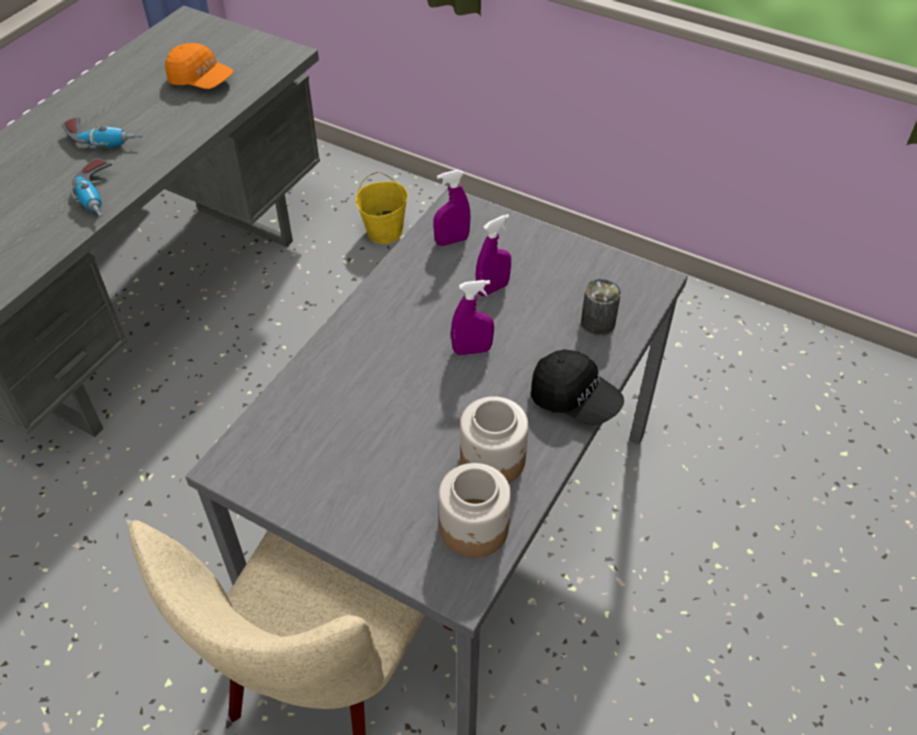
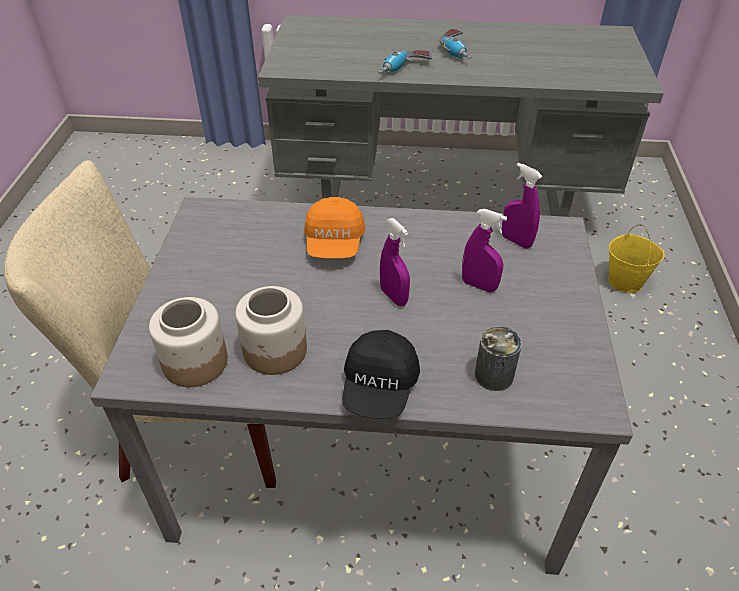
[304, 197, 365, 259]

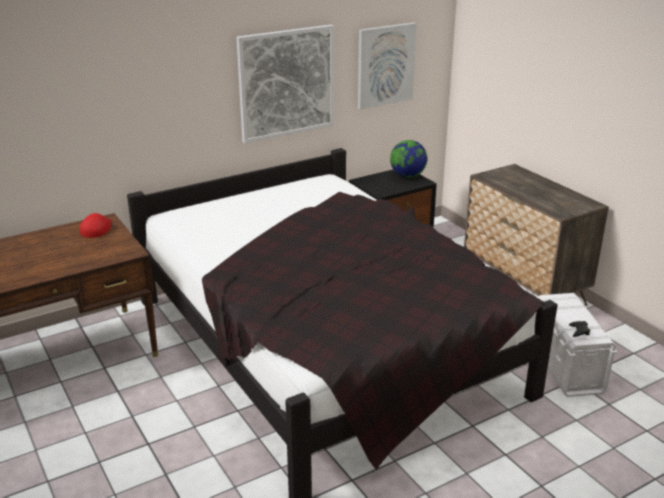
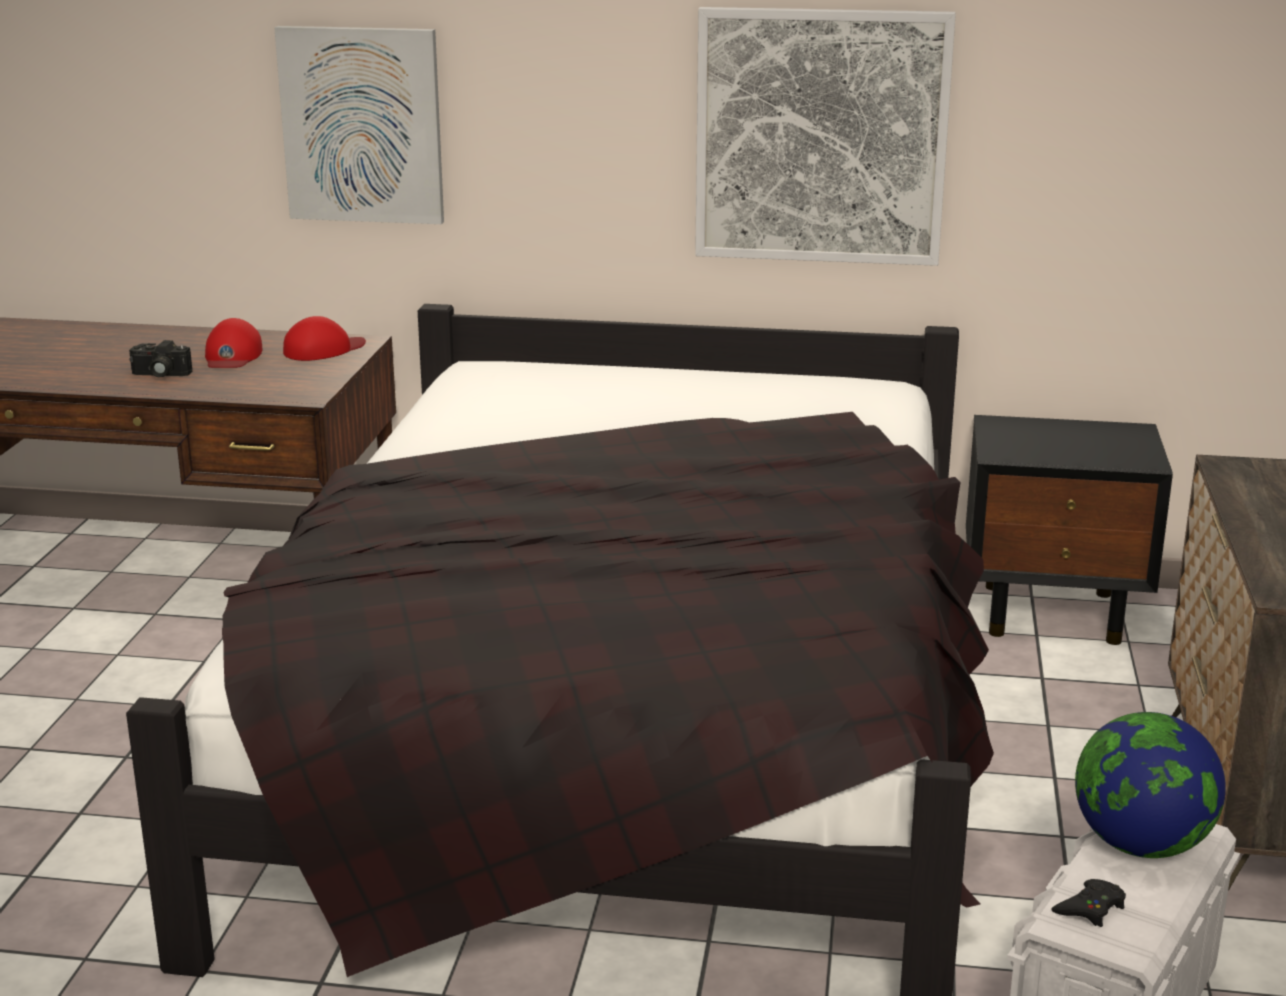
[274, 26, 444, 224]
[1075, 712, 1226, 858]
[129, 340, 192, 377]
[205, 318, 263, 368]

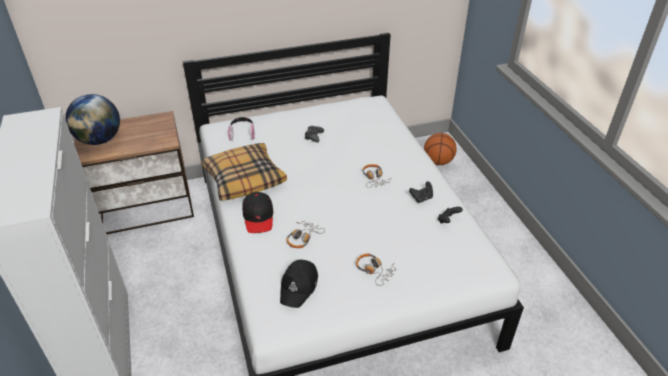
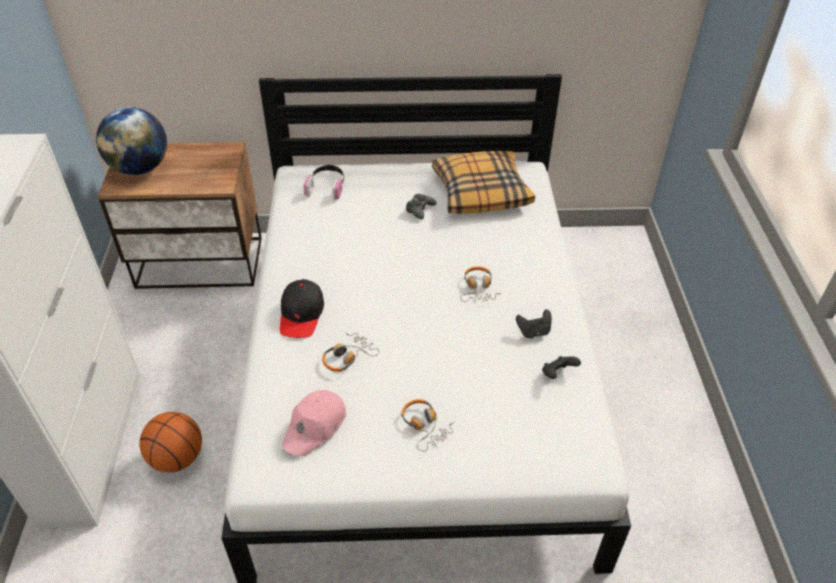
[432, 151, 535, 214]
[282, 390, 346, 456]
[140, 412, 202, 472]

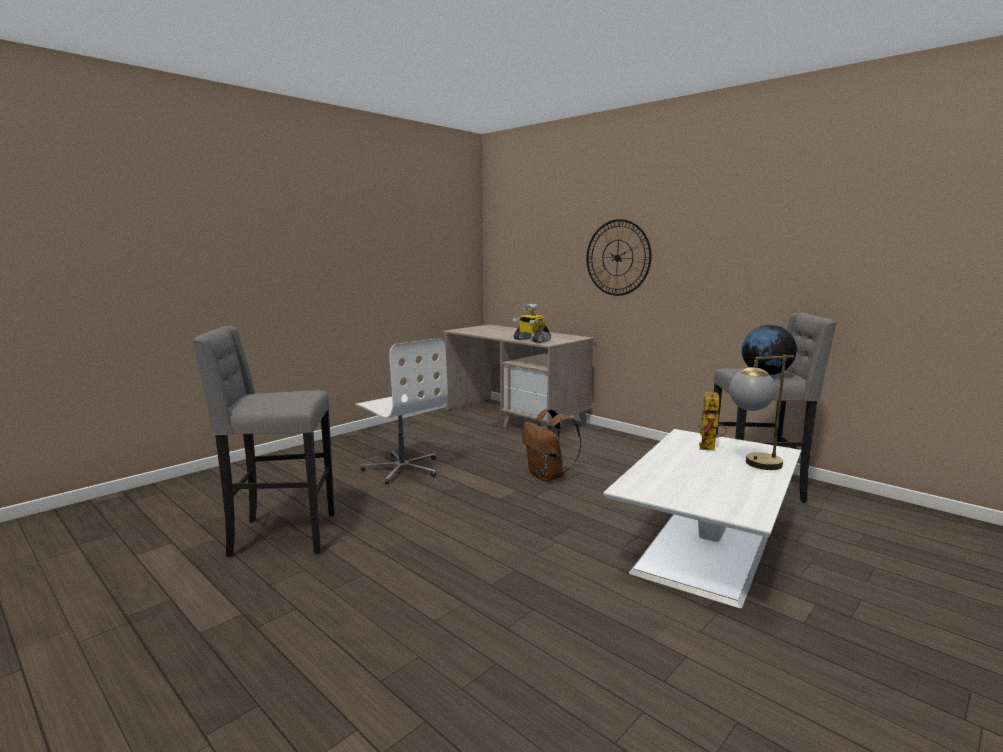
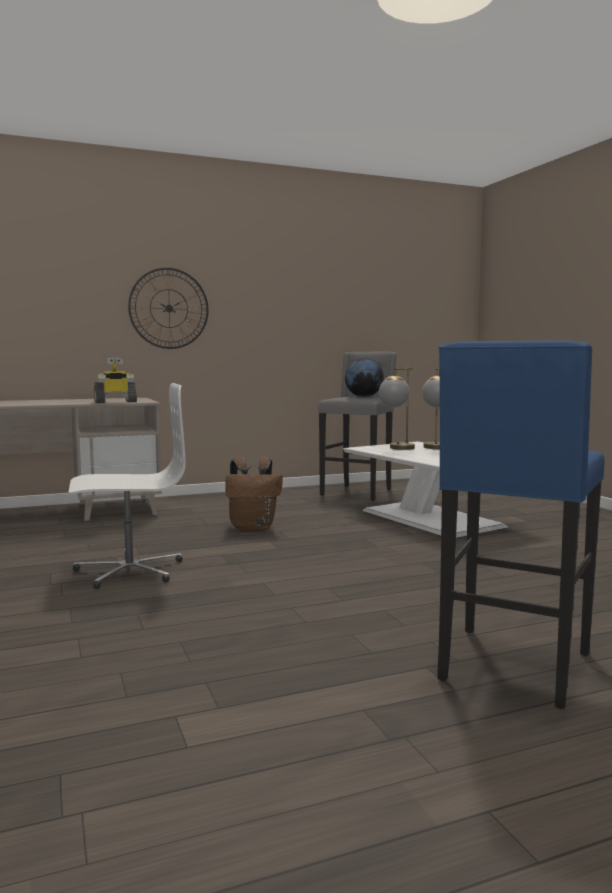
[192, 326, 335, 557] (first image)
[379, 367, 415, 450]
[438, 340, 604, 709]

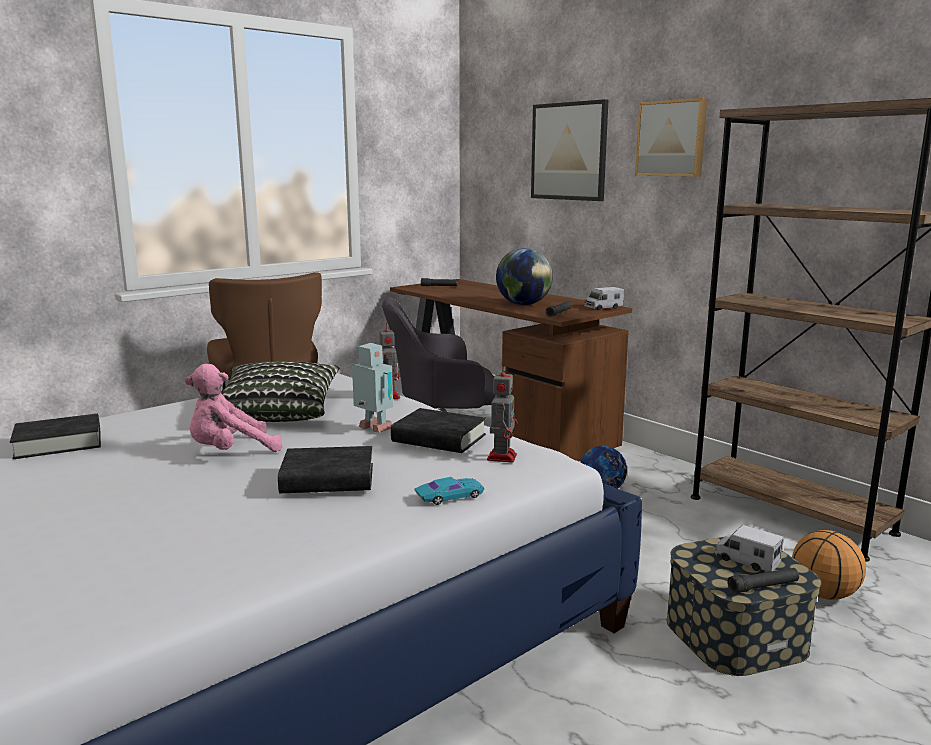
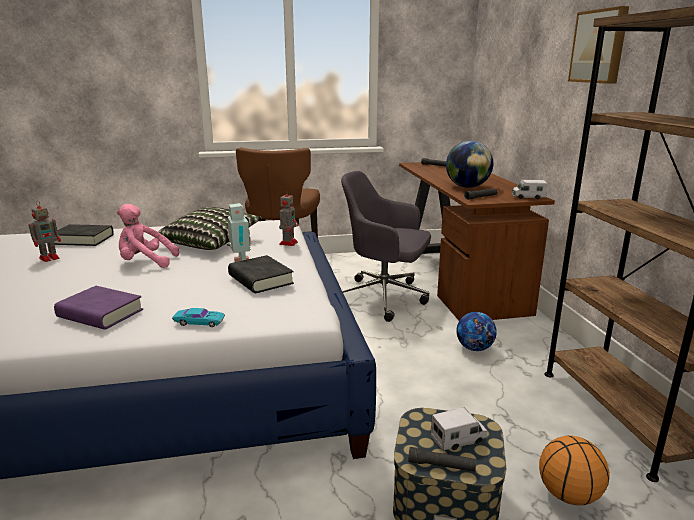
[278, 446, 373, 493] (first image)
[28, 201, 61, 262]
[531, 99, 608, 201] (first image)
[430, 407, 488, 452]
[54, 286, 143, 330]

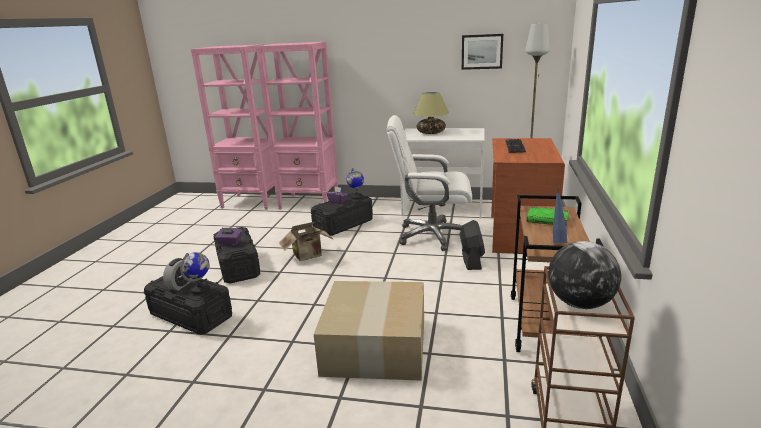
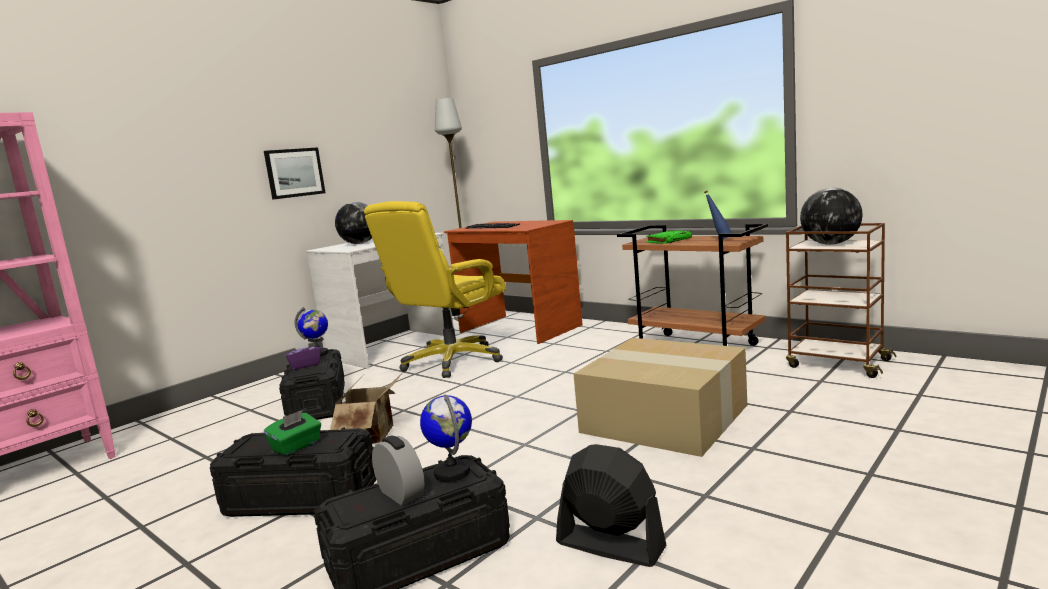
[264, 410, 321, 456]
[256, 42, 338, 209] (first image)
[364, 201, 506, 378]
[335, 202, 372, 244]
[556, 444, 666, 567]
[264, 147, 325, 200]

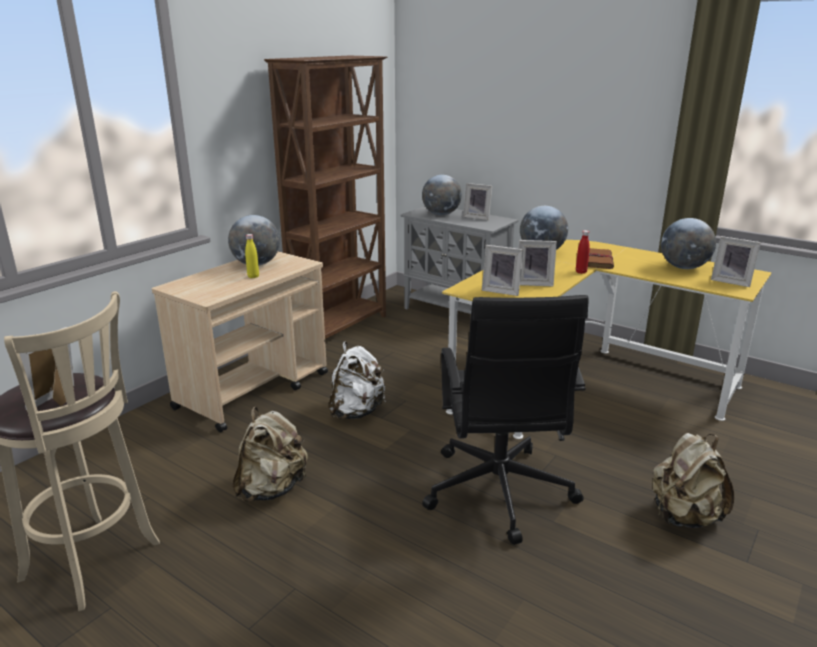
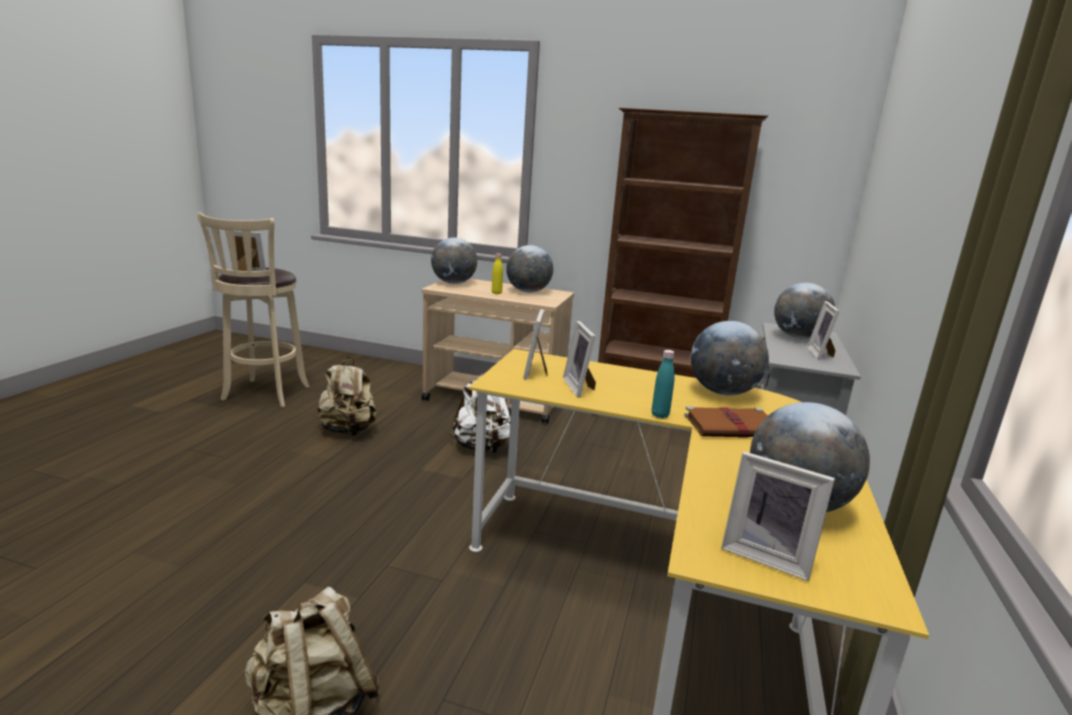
[422, 295, 589, 545] (first image)
[652, 350, 675, 418]
[721, 451, 835, 581]
[431, 237, 477, 284]

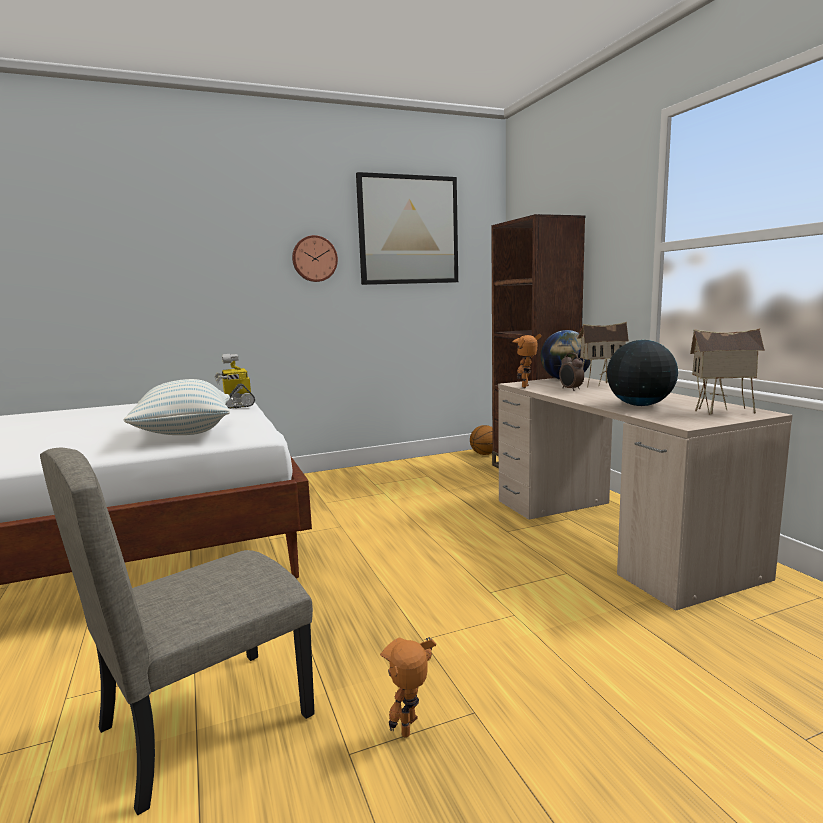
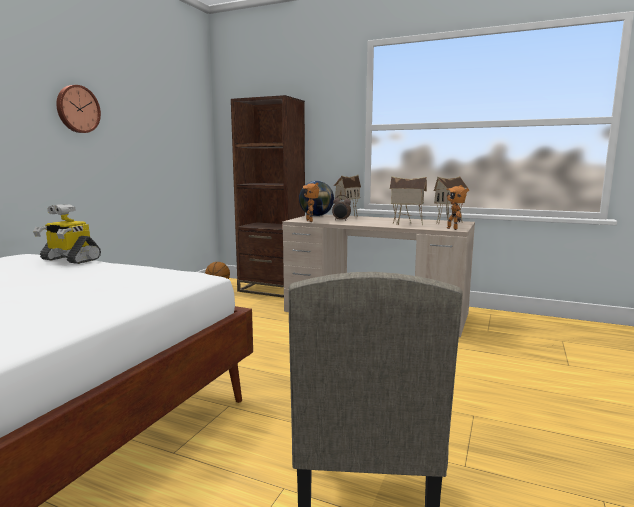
[123, 379, 230, 435] (first image)
[356, 172, 458, 285] (first image)
[446, 185, 469, 230]
[390, 176, 427, 226]

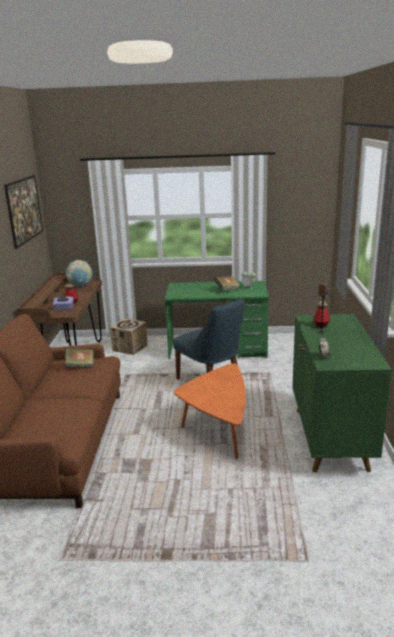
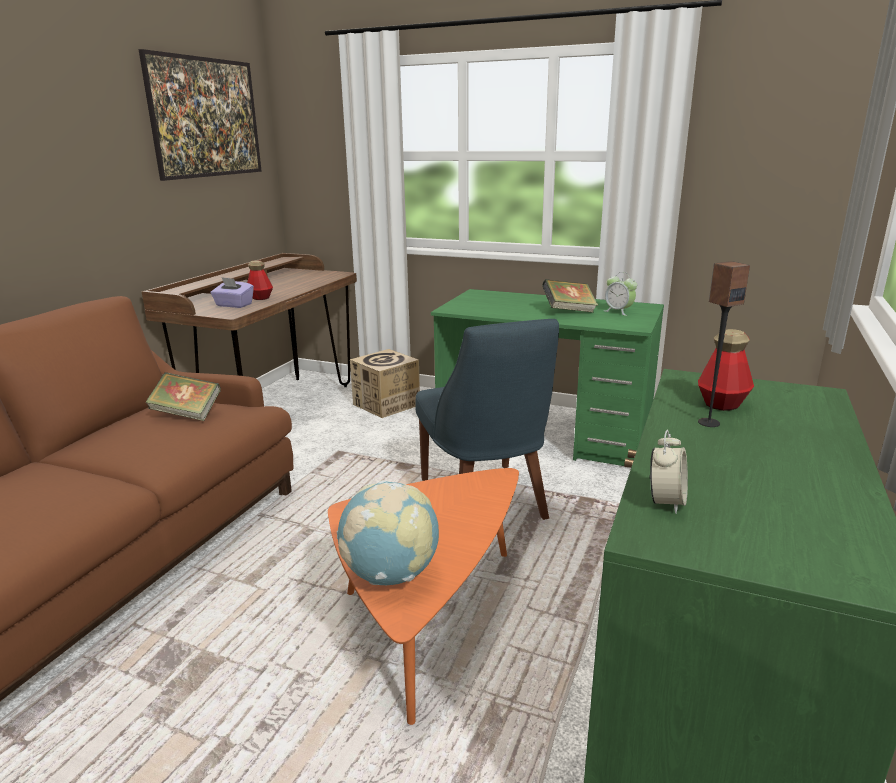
[337, 480, 439, 585]

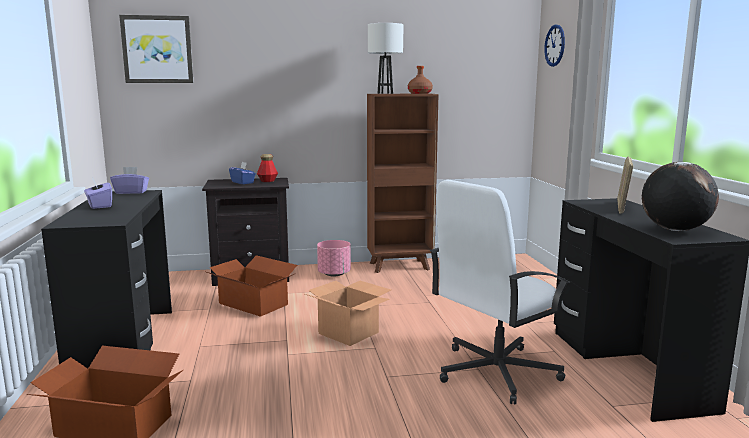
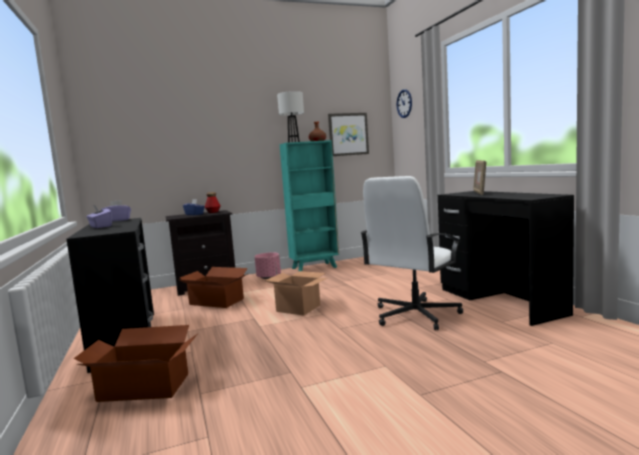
[328, 113, 369, 156]
[280, 140, 339, 272]
[641, 162, 719, 231] (first image)

